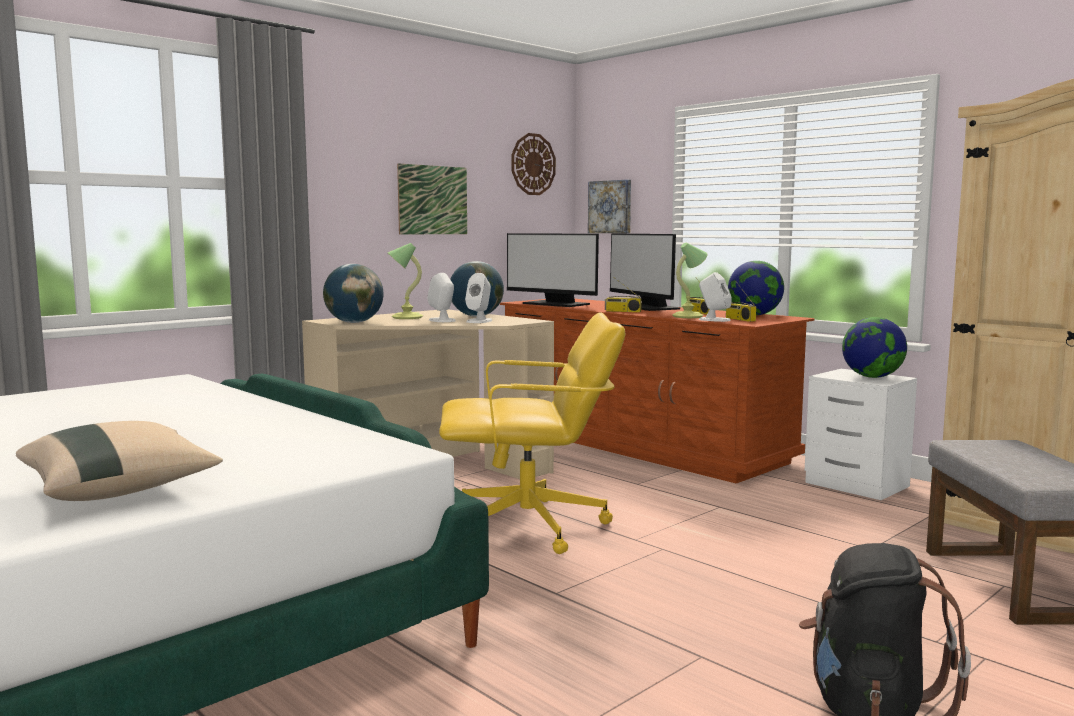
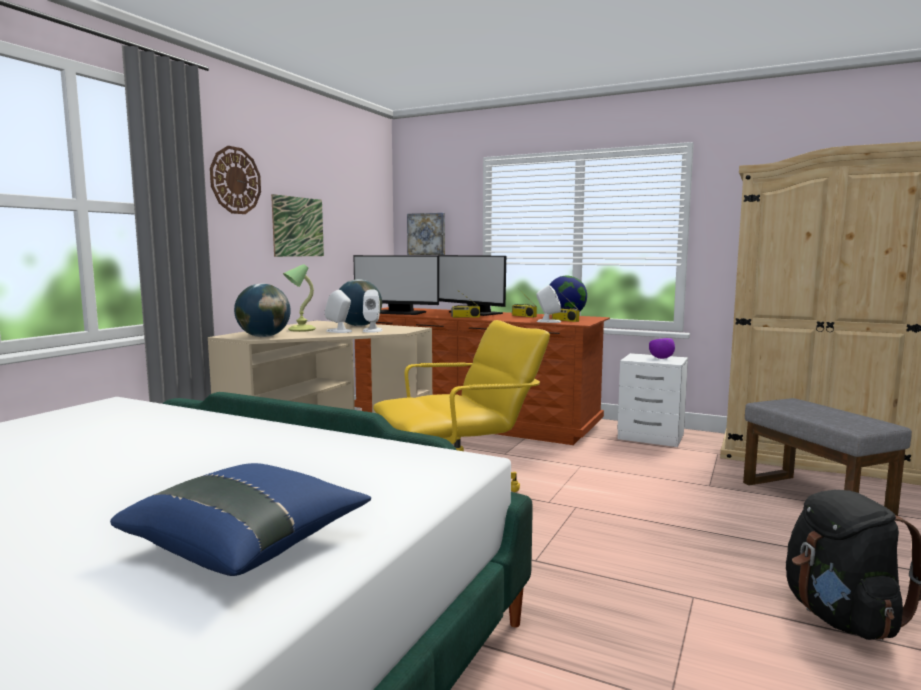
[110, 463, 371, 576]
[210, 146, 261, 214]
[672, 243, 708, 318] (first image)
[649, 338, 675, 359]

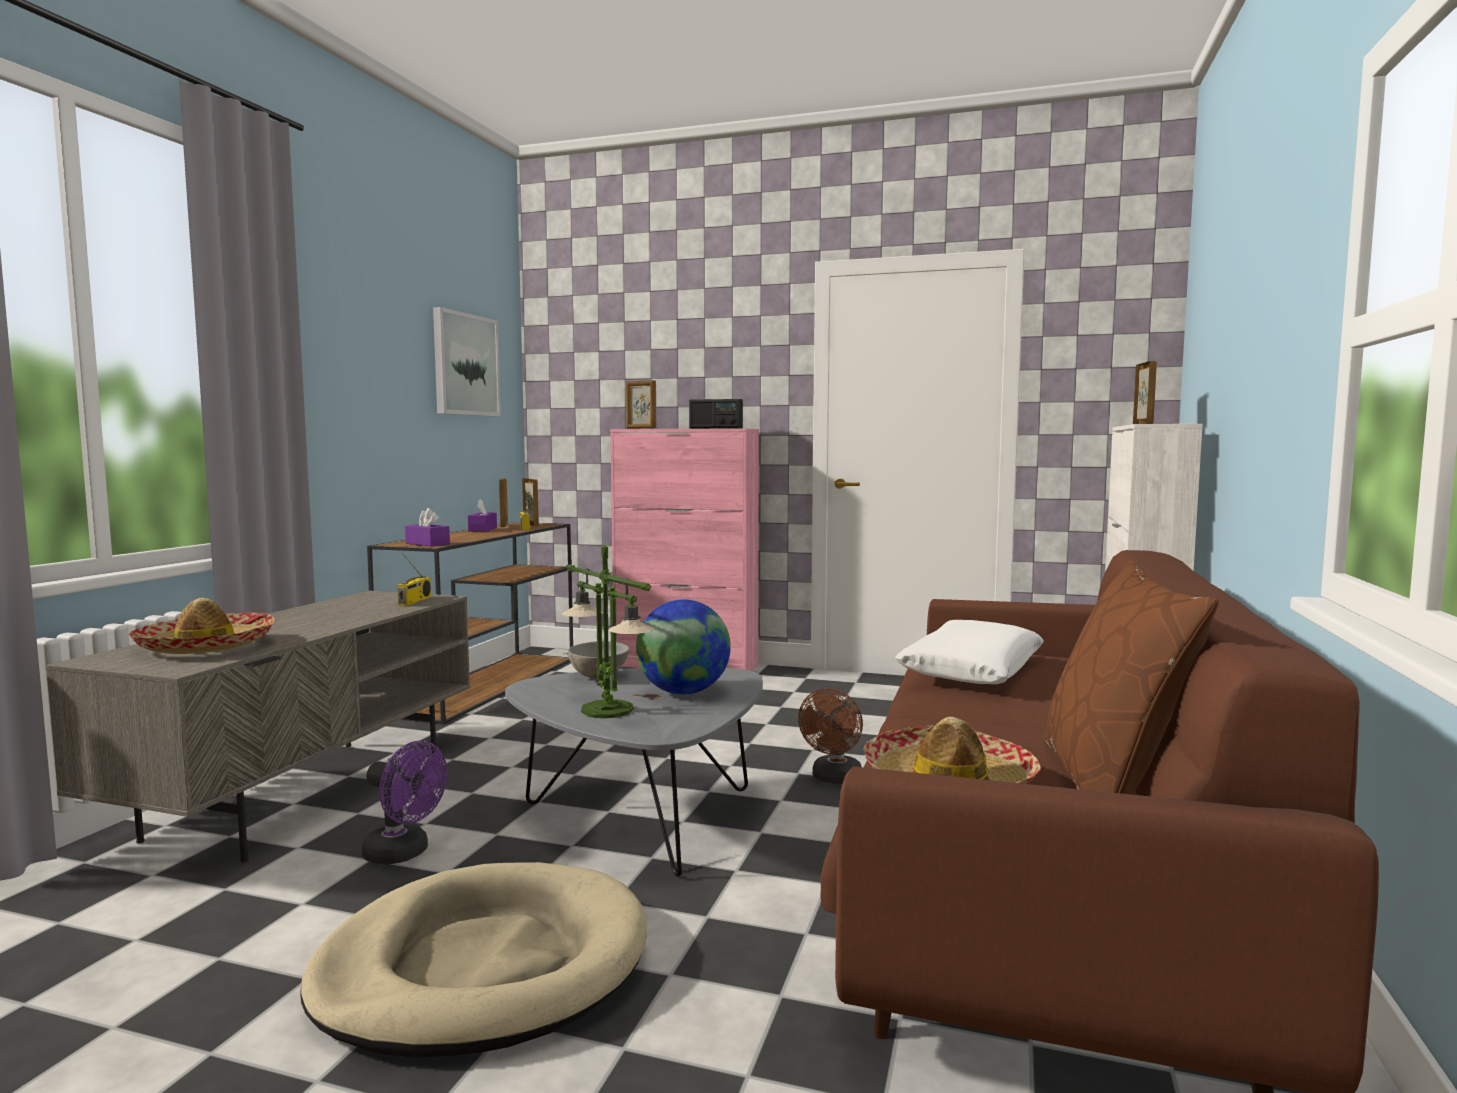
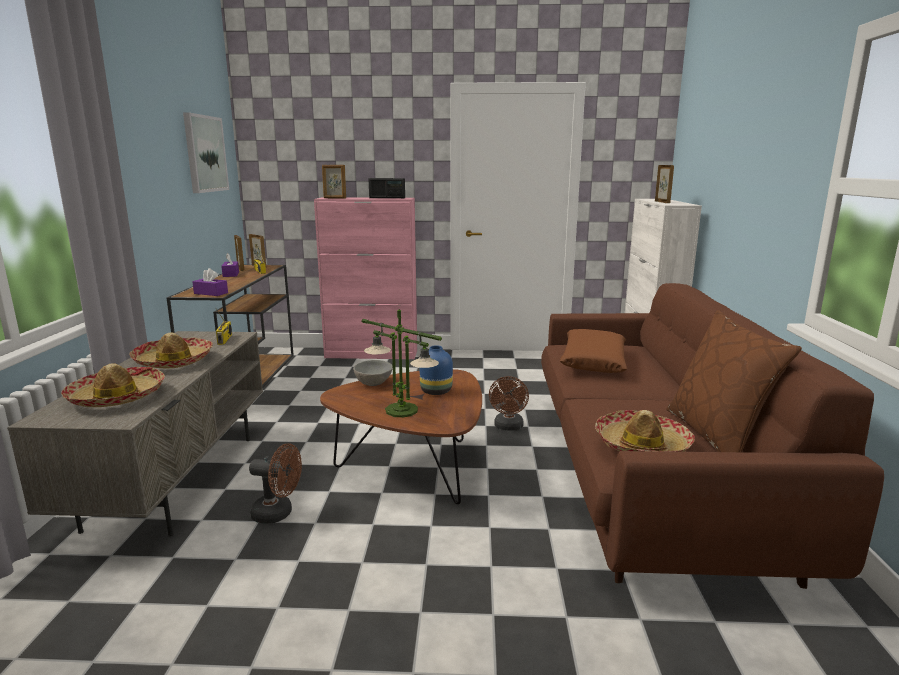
[300, 862, 647, 1058] (first image)
[249, 443, 302, 524]
[320, 369, 482, 504]
[420, 346, 453, 395]
[560, 329, 627, 373]
[129, 332, 213, 368]

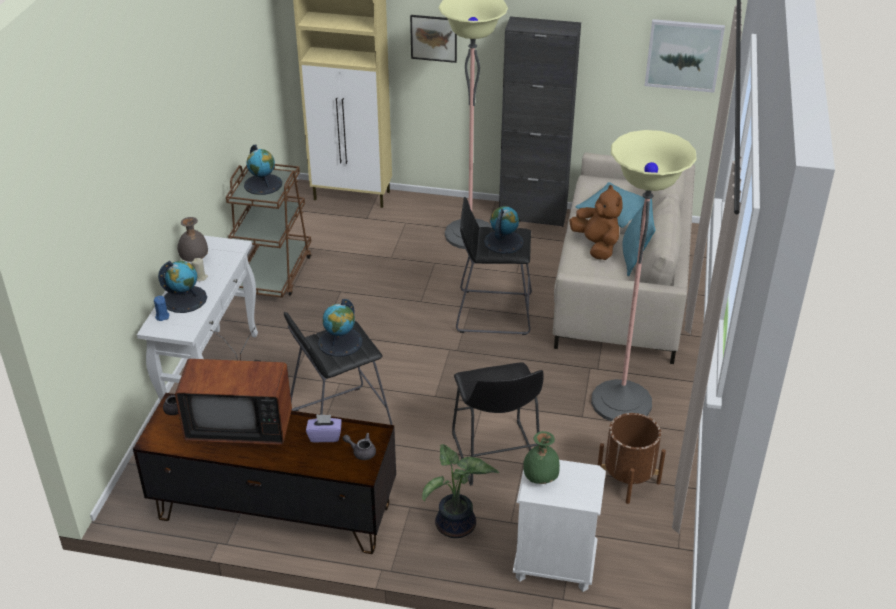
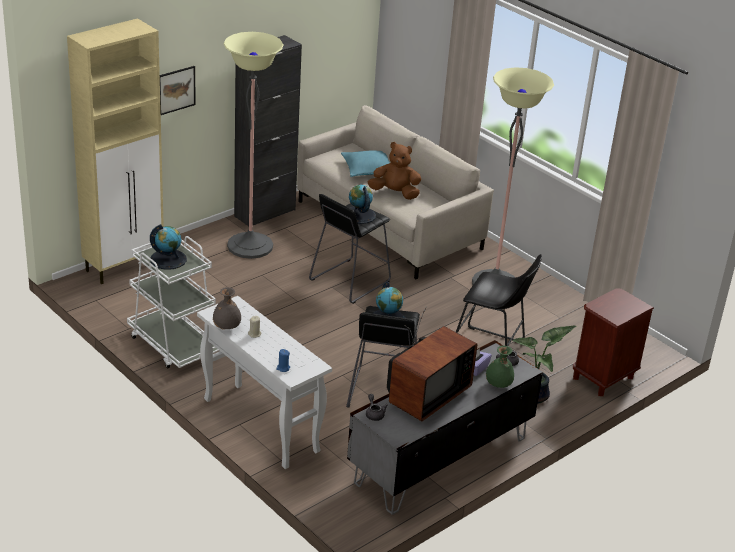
[347, 340, 543, 515]
[158, 261, 207, 313] (first image)
[127, 236, 220, 368]
[573, 288, 654, 396]
[486, 346, 514, 388]
[598, 413, 666, 504] (first image)
[623, 198, 656, 276] (first image)
[645, 19, 725, 93] (first image)

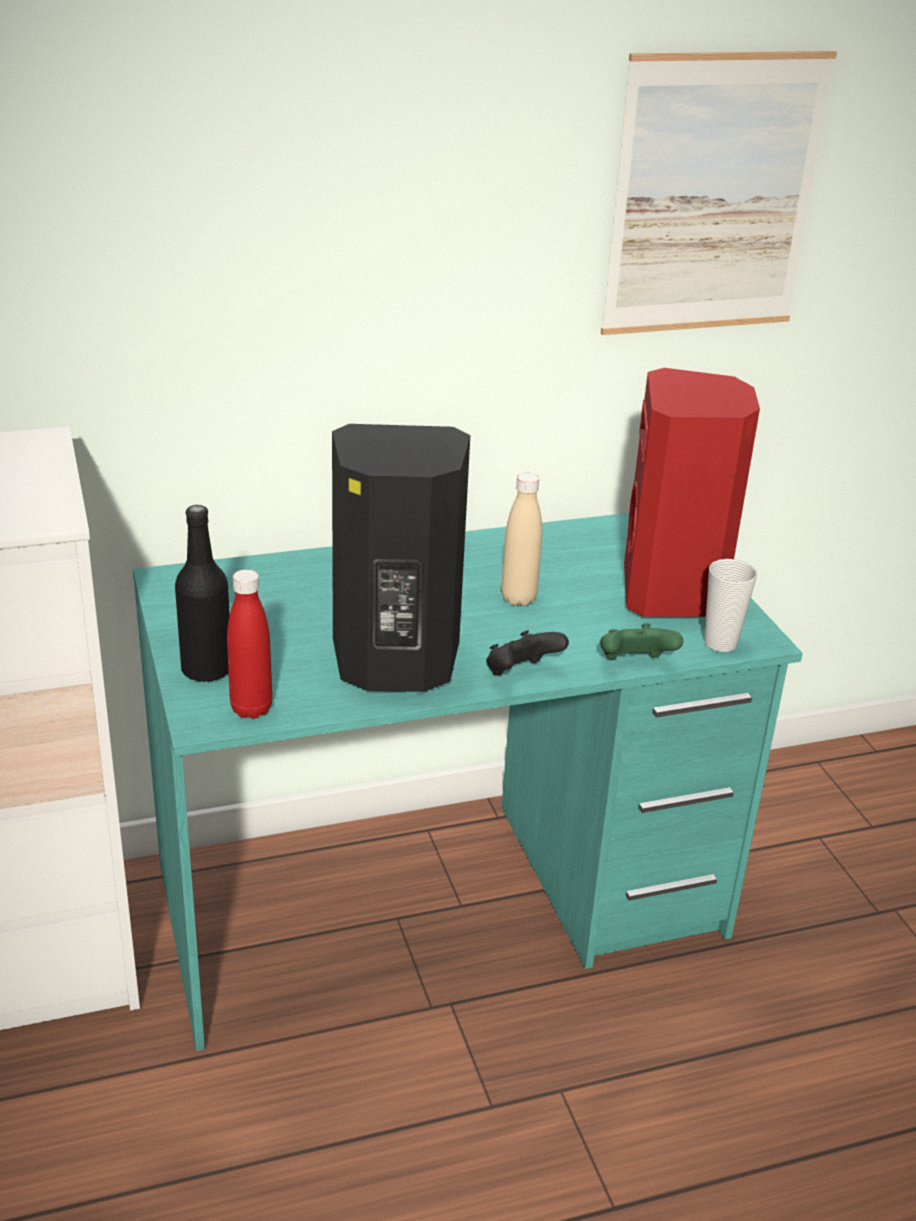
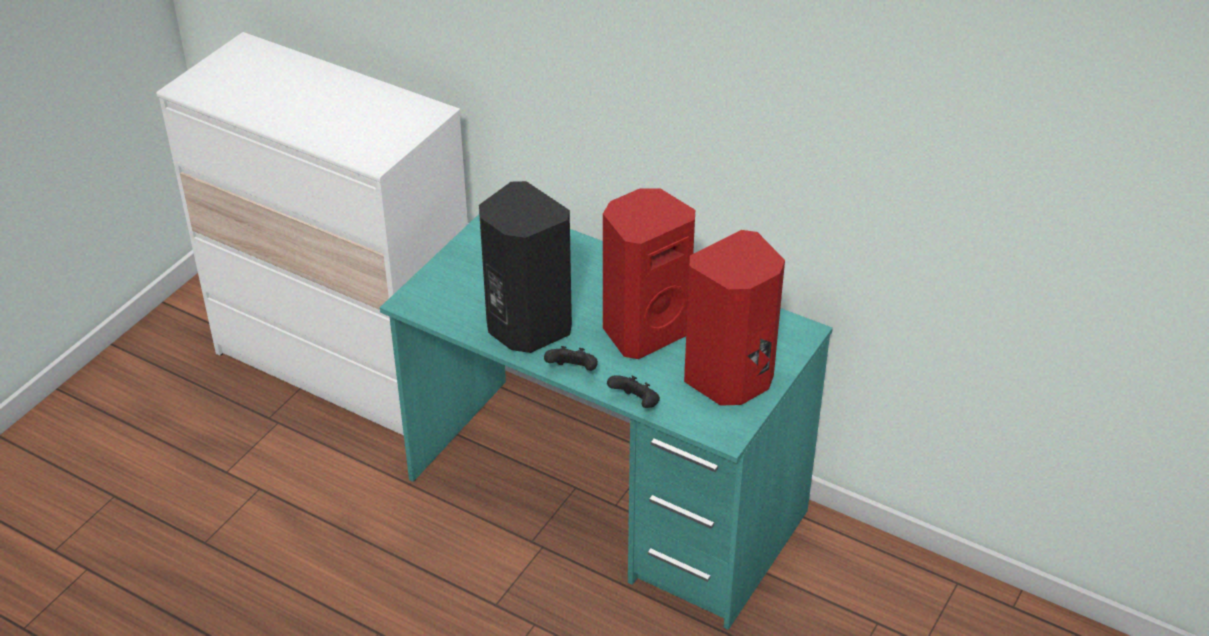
[175, 505, 230, 683] (first image)
[227, 569, 272, 719] (first image)
[603, 188, 695, 359]
[607, 375, 660, 408]
[601, 51, 837, 335] (first image)
[704, 559, 757, 652] (first image)

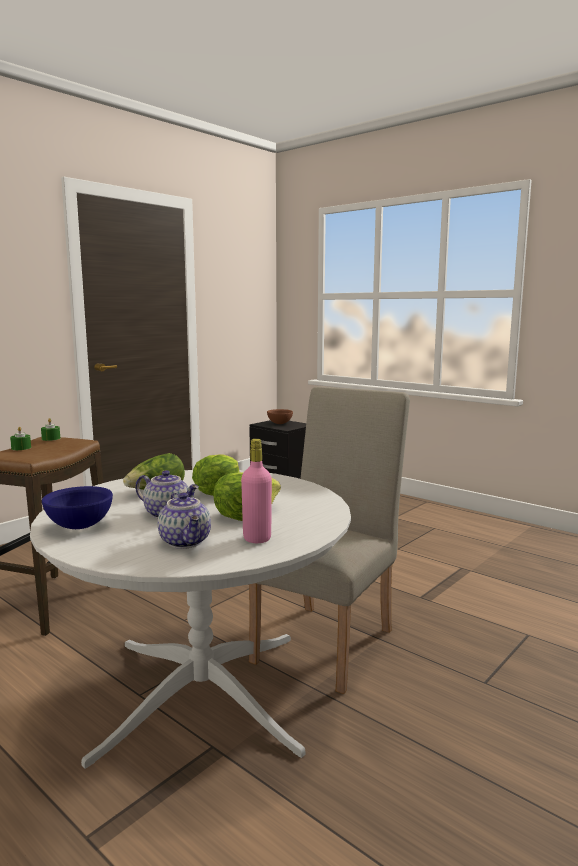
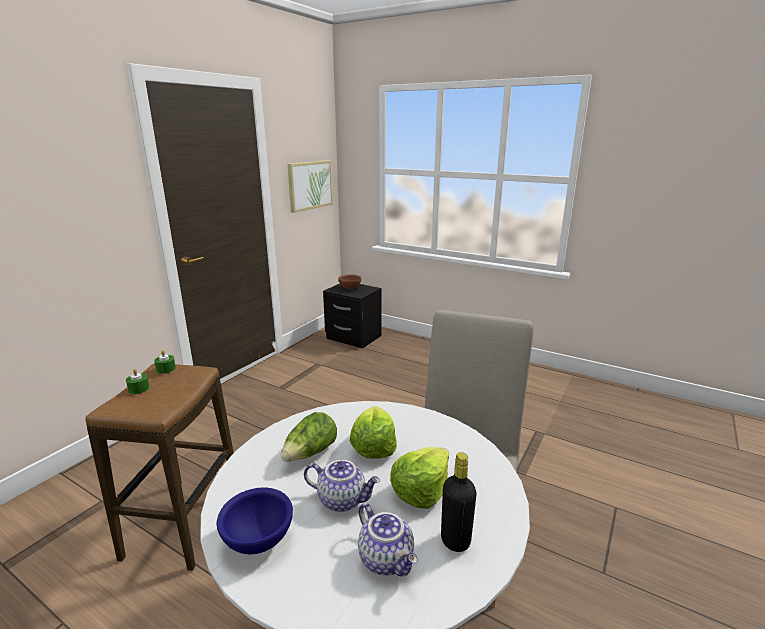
[441, 452, 476, 552]
[287, 160, 333, 213]

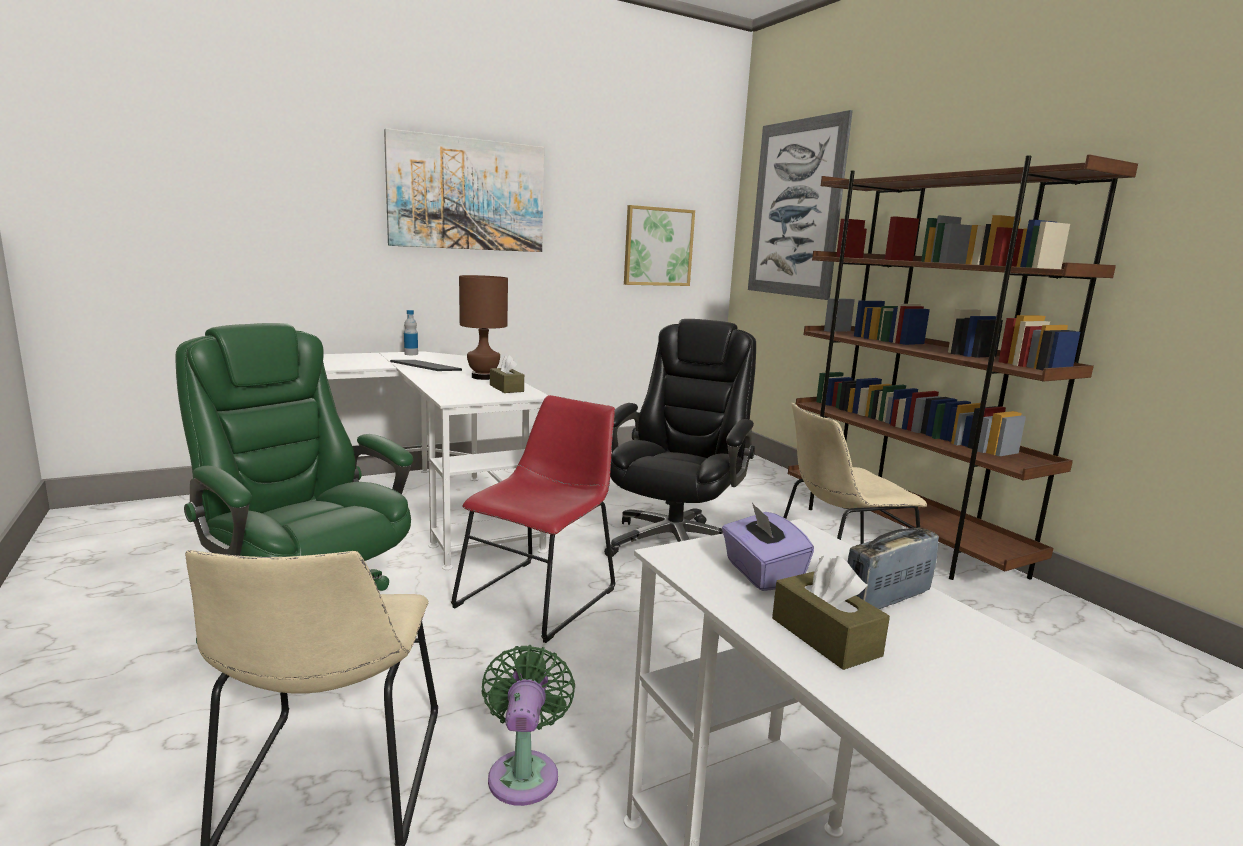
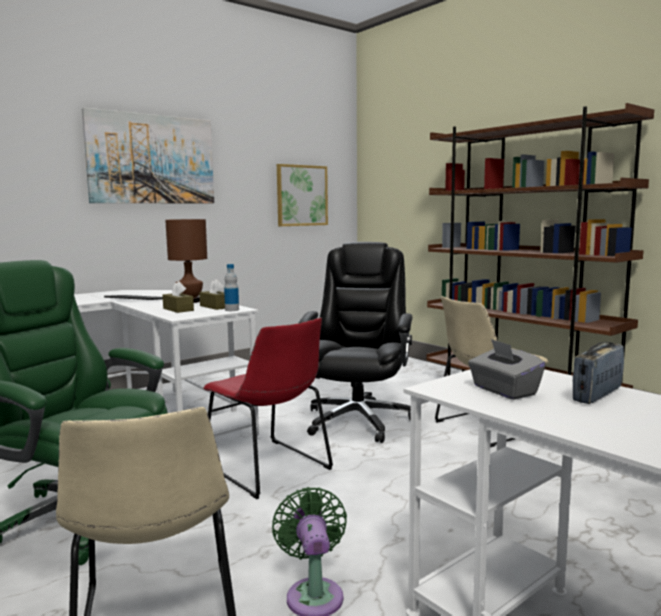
[224, 264, 239, 311]
[203, 318, 333, 499]
[468, 339, 545, 400]
[748, 110, 853, 300] (first image)
[162, 281, 194, 313]

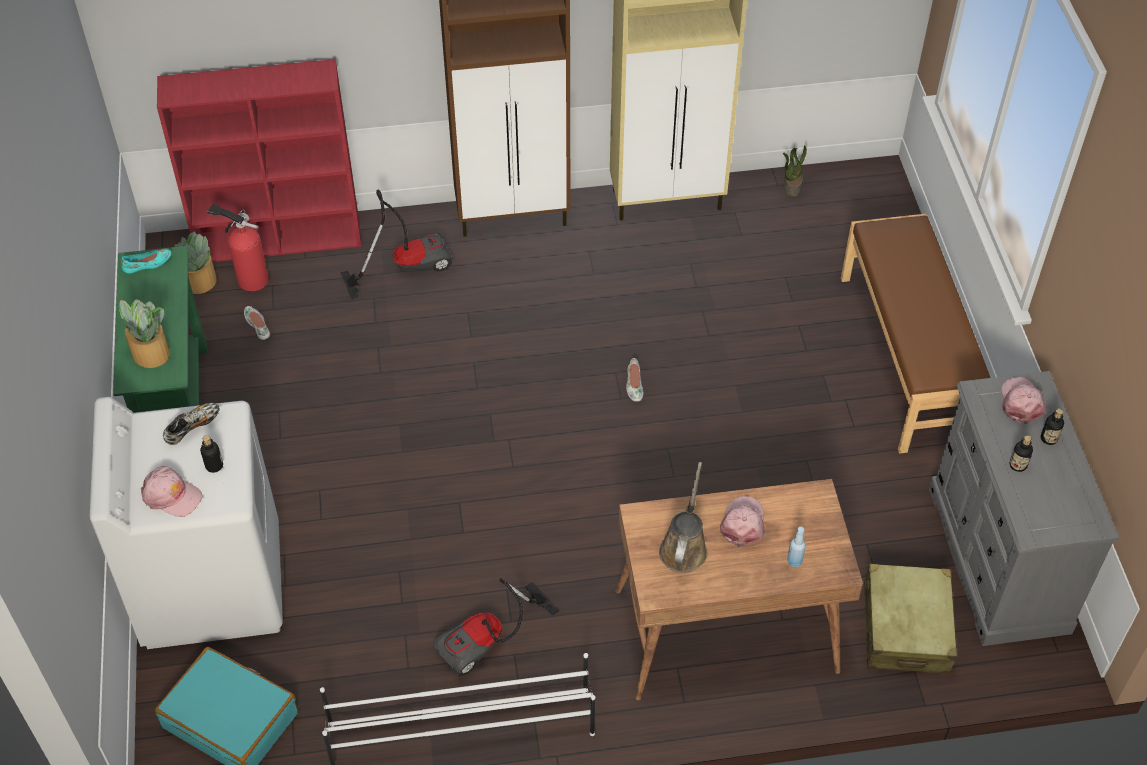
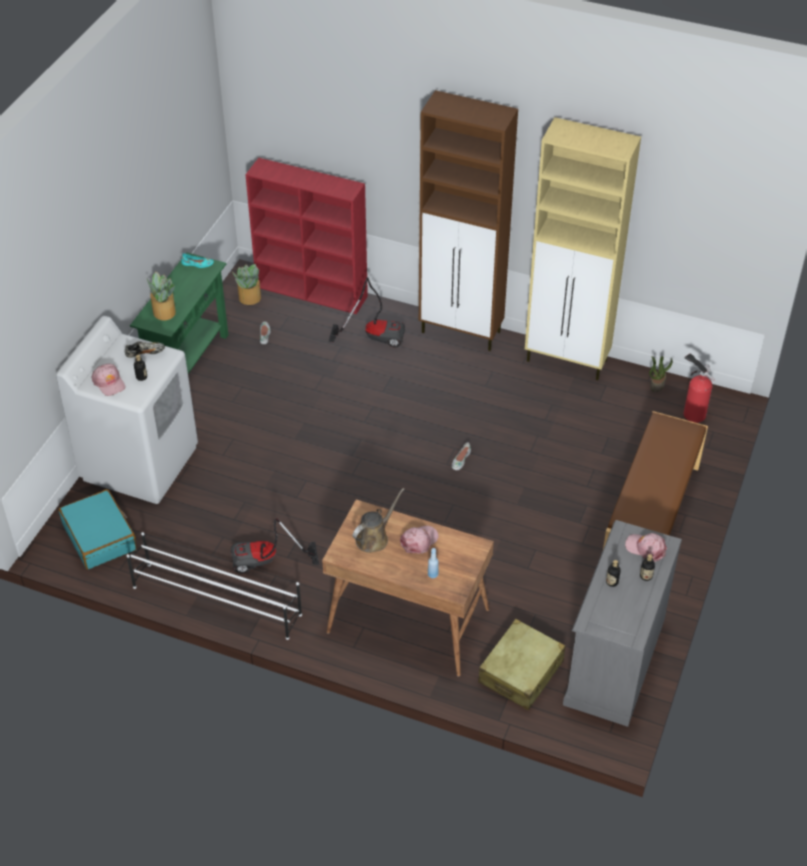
[684, 353, 715, 423]
[625, 533, 667, 562]

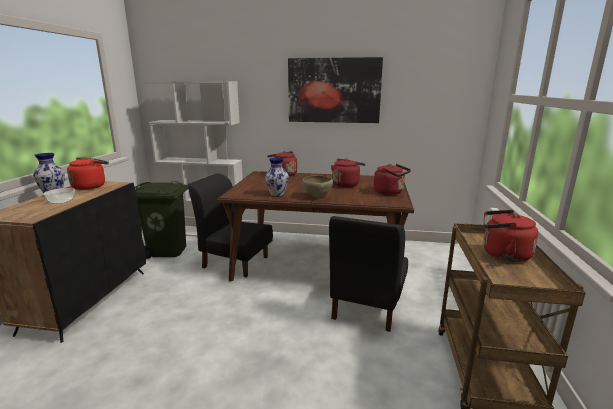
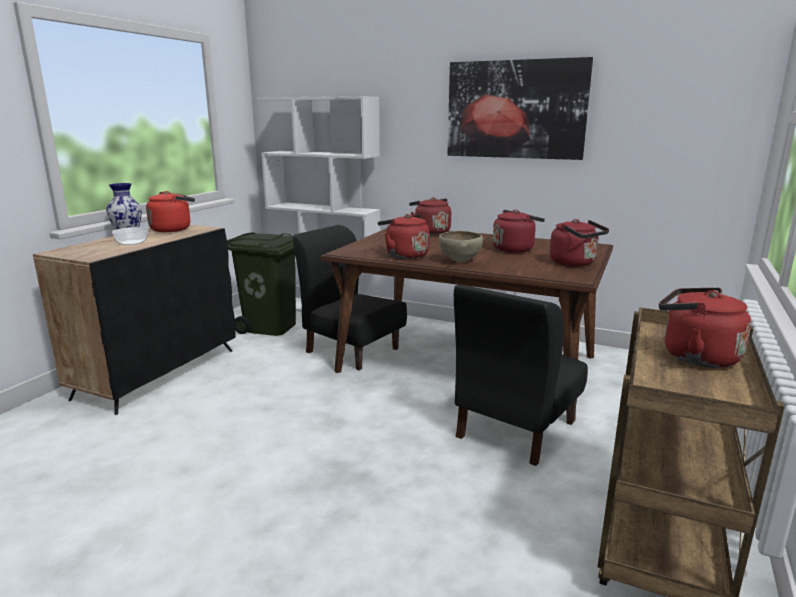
[378, 214, 430, 259]

